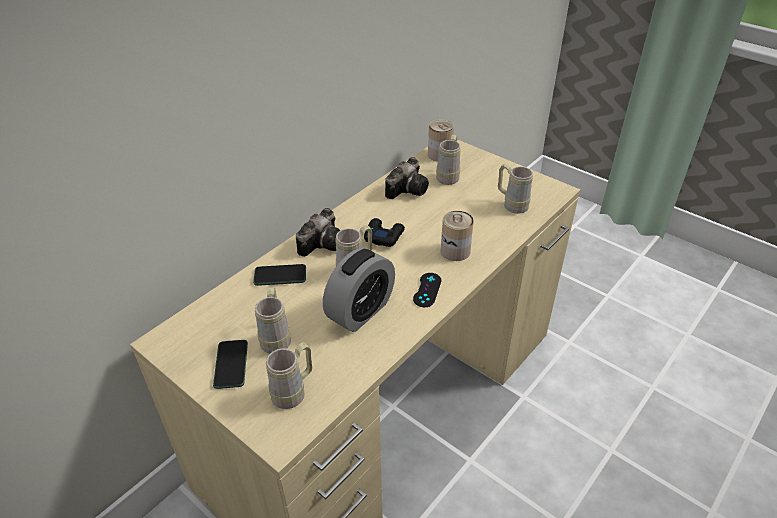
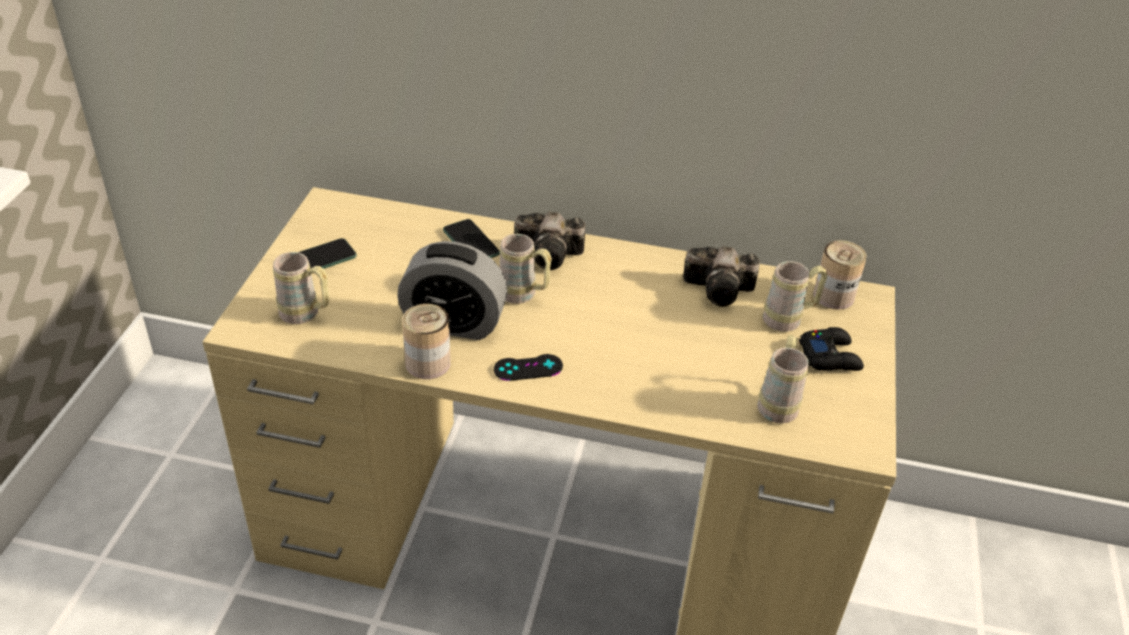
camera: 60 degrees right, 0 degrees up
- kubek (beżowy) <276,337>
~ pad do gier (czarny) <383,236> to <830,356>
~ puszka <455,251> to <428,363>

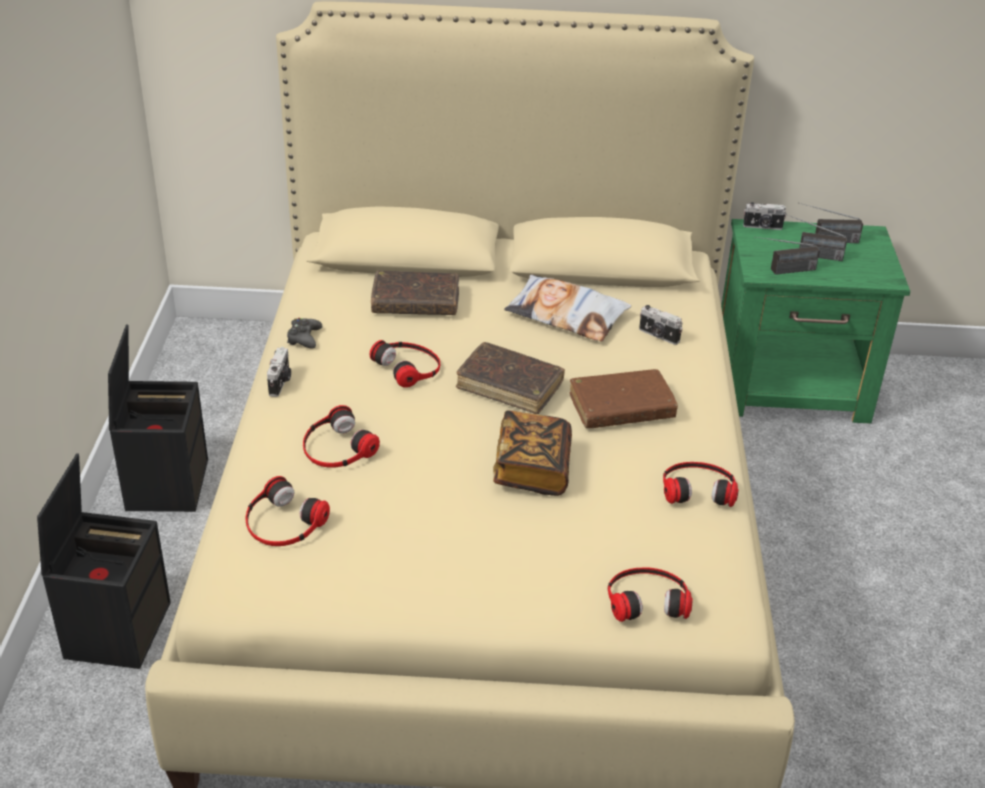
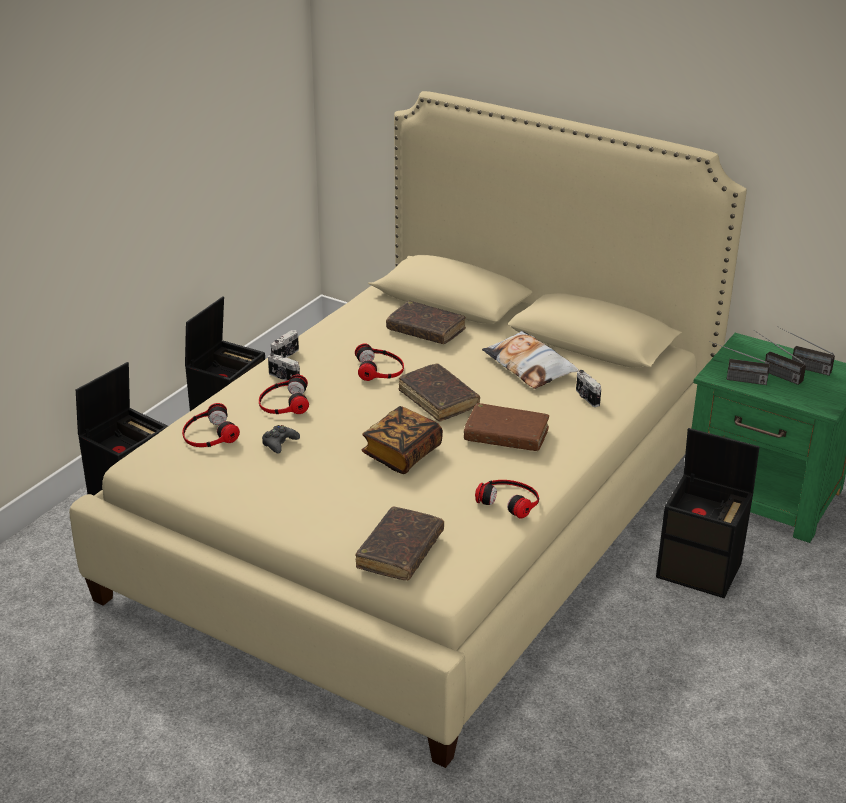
camera: 30 degrees right, 5 degrees down
~ pad do gier (czarny) <304,338> to <279,443>
~ słuchawki <646,598> to książka (brązowy) <400,552>
~ aparat fotograficzny <762,227> to <283,378>
+ pojemnik do przechowywania (czarny) <701,570>

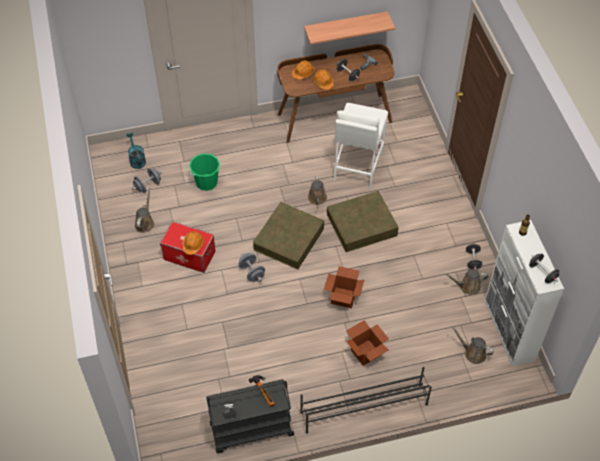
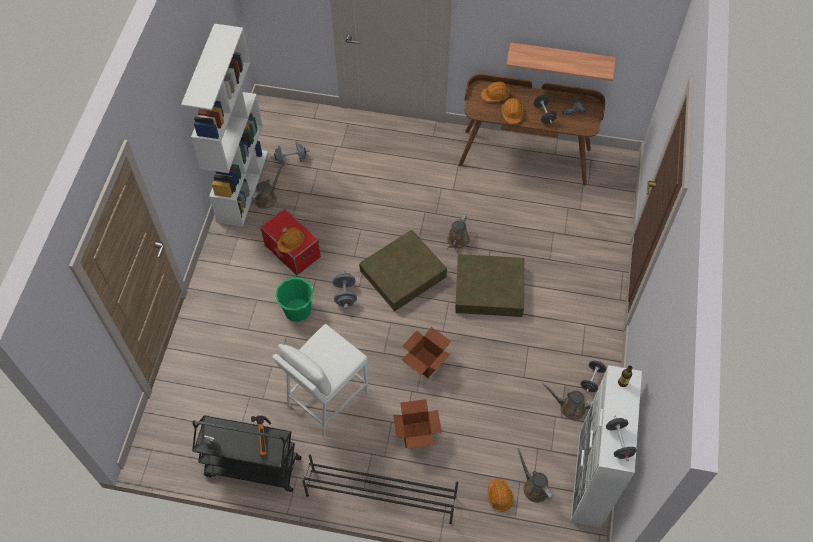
camera: 25 degrees right, 5 degrees up
- konewka (turkusowy) <136,159>
~ wiadro (zielony) <206,182> to <297,310>
~ stołek (biały) <357,166> to <327,398>
+ regał (biały) <242,186>
+ kask (pomarańczowy) <499,496>

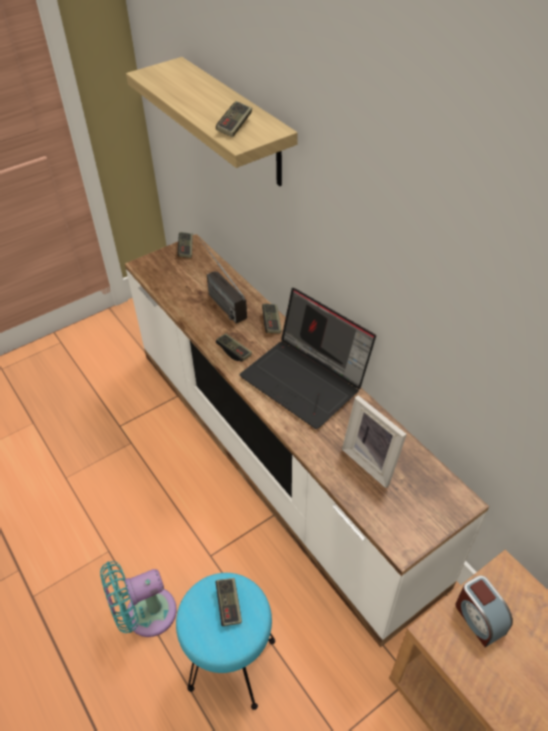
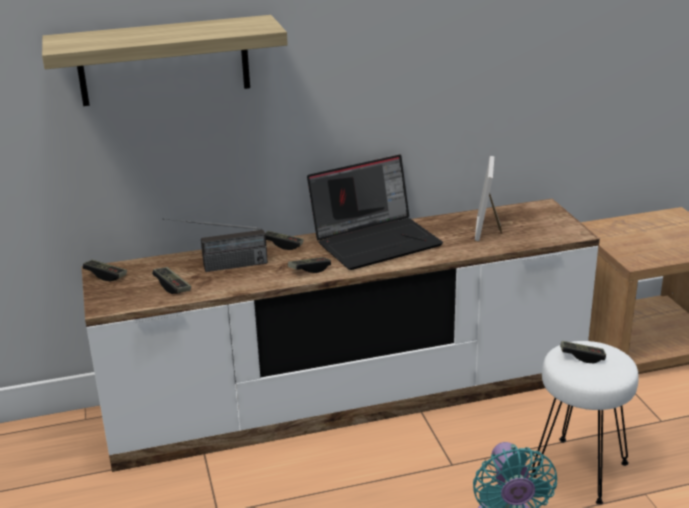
camera: 70 degrees left, 20 degrees down
~ stołek (turkusowy) <231,663> to stołek (biały) <578,471>
~ pad do gier <234,126> to <172,286>
~ ramka na zdjęcie <372,461> = <489,229> 120 degrees clockwise
- budzik <478,618>

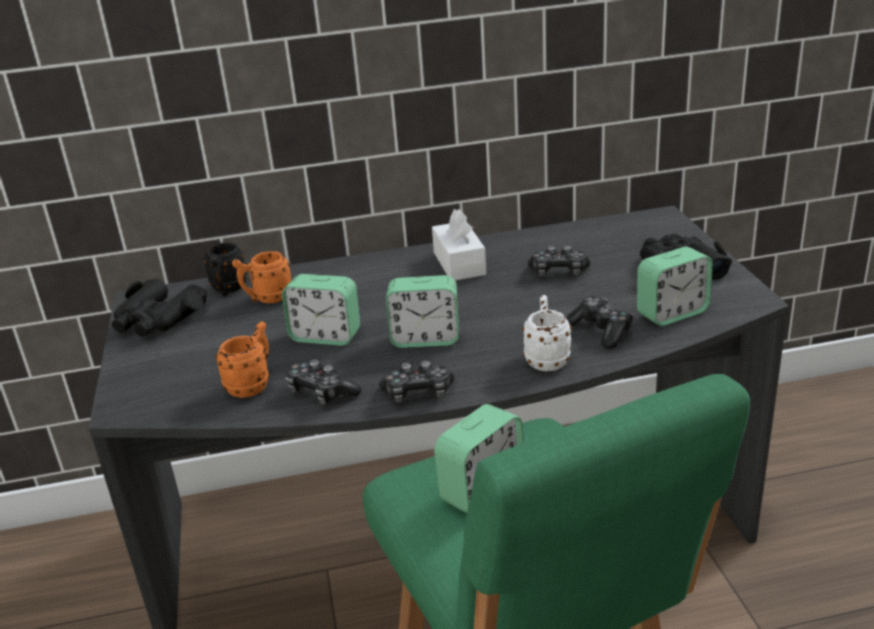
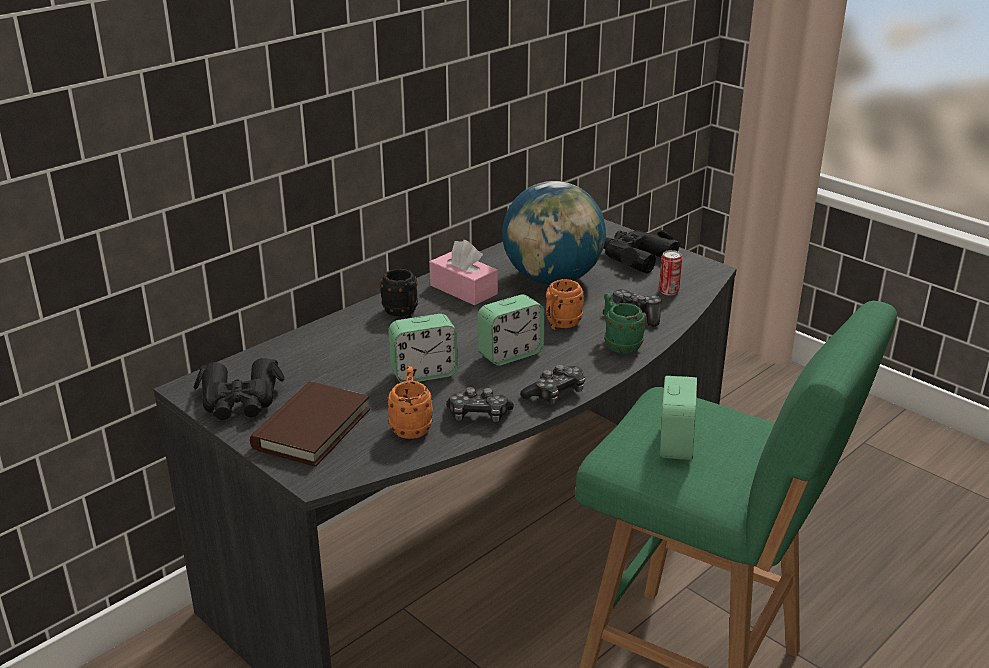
camera: 35 degrees left, 0 degrees up
~ kubek (czarny) <228,290> to <403,313>
~ kubek (pomarańczowy) <267,298> to <560,324>
~ pudełko chusteczek (biały) <459,263> to pudełko chusteczek (różowy) <463,290>
~ kubek (biały) <546,358> to kubek (zielony) <619,344>
~ pad do gier <559,272> to globus <552,279>
~ budzik <672,313> to puszka <668,291>
+ książka (brązowy) <312,428>

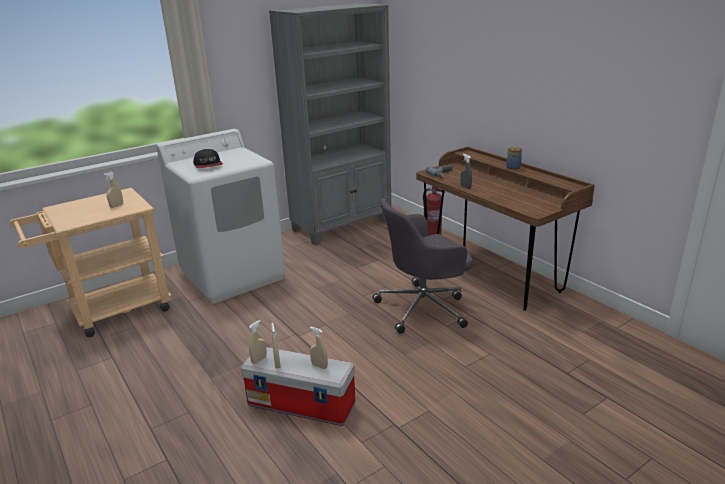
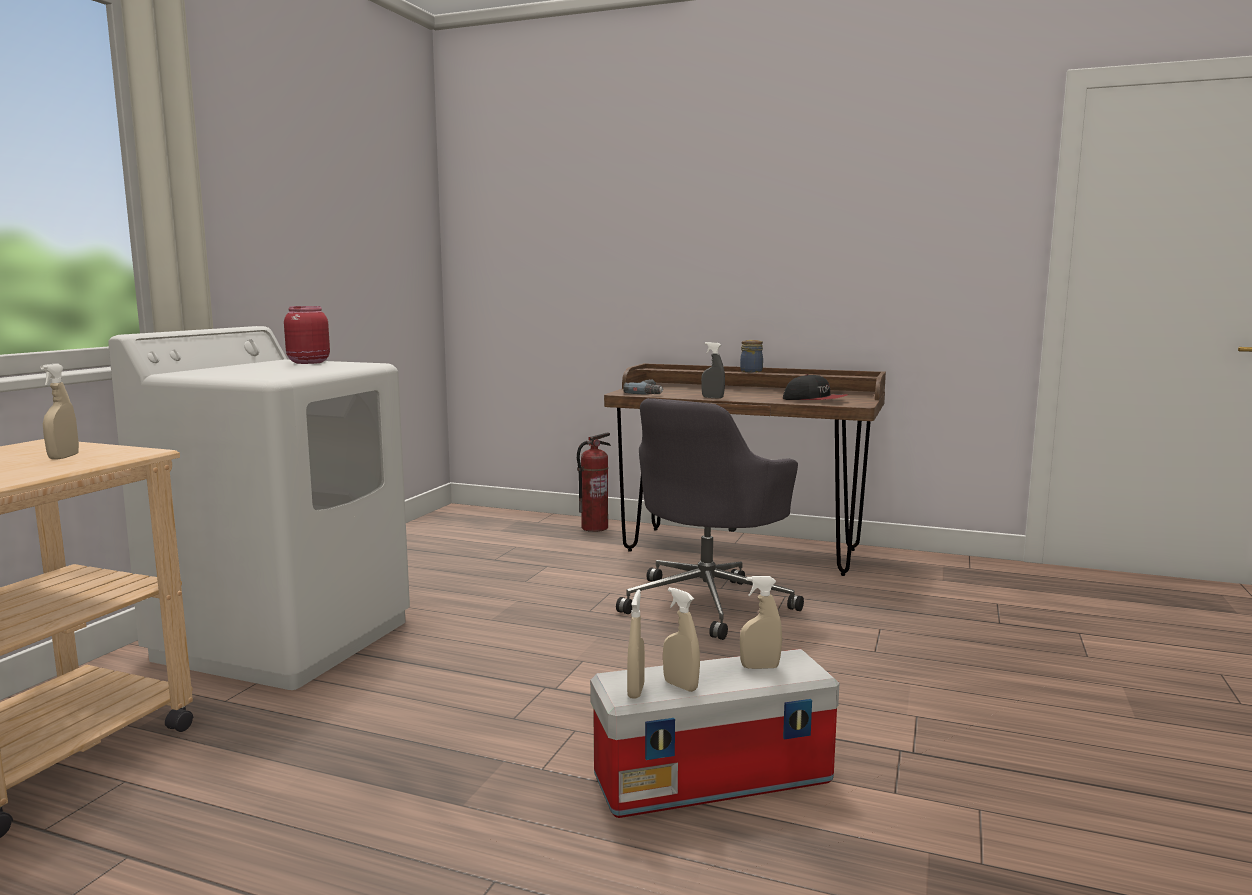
camera: 35 degrees left, 15 degrees down
~ czapka z daszkiem <208,165> to <815,400>
- regał (szary) <342,225>
+ słoik (czerwony) <307,362>

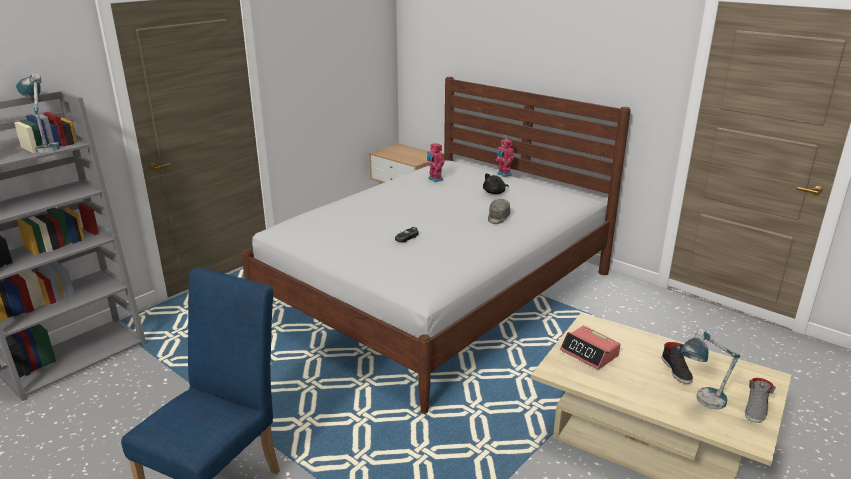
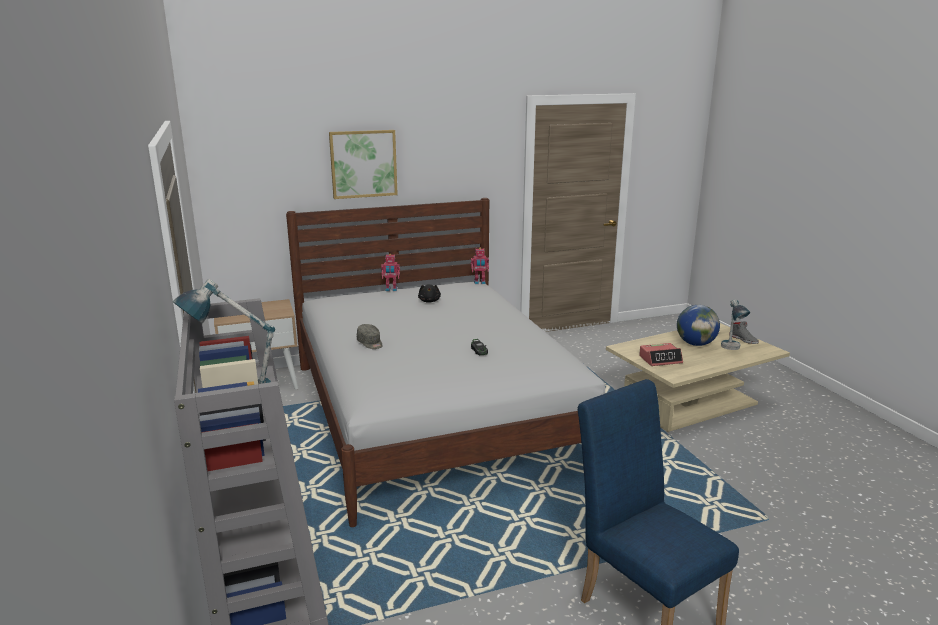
camera: 60 degrees left, 5 degrees down
~ robot zabawkowy <435,179> to <479,283>
~ czapka z daszkiem (szary) <498,218> to <370,343>
~ but (czarny) <676,370> to globus <695,344>
+ obraz <363,164>

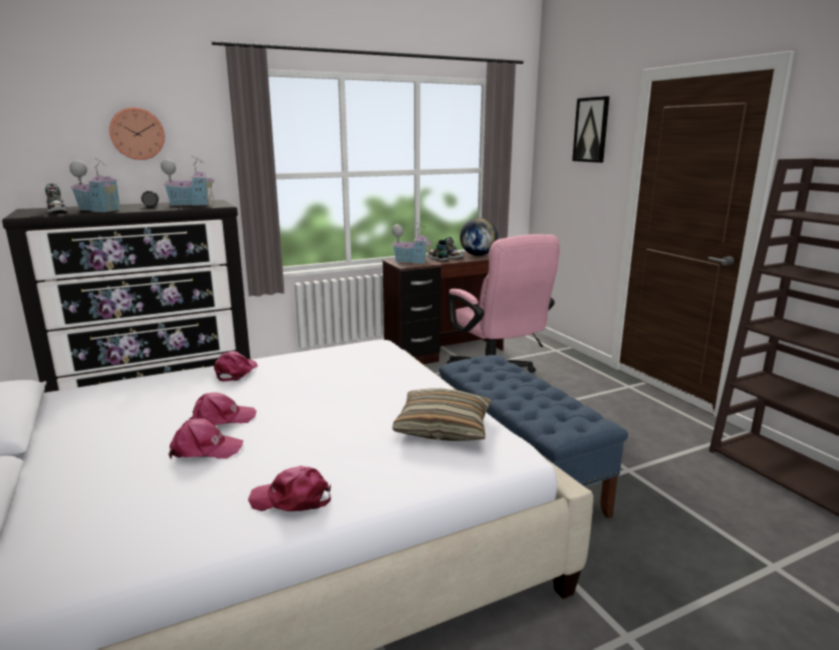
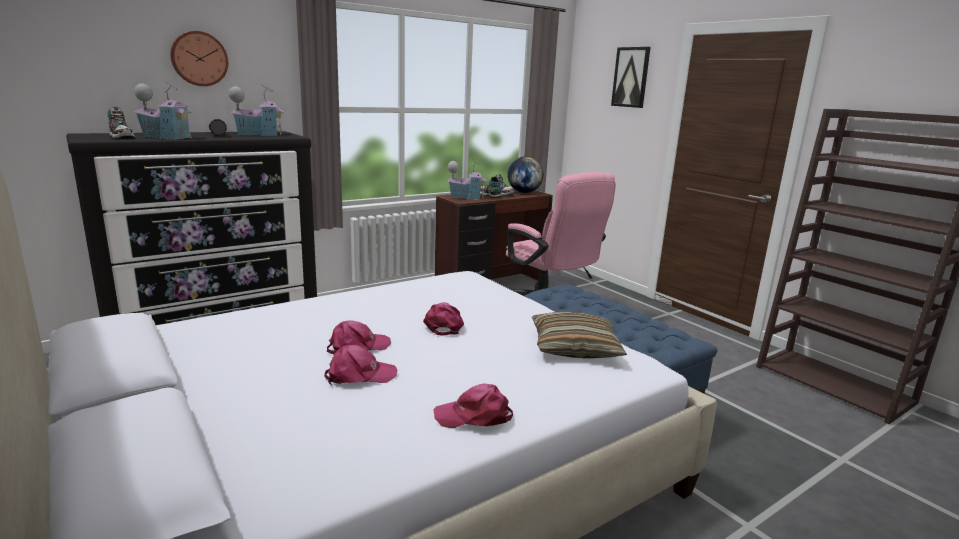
camera: 10 degrees left, 0 degrees up
~ czapka z daszkiem (różowy) <236,372> to <444,325>

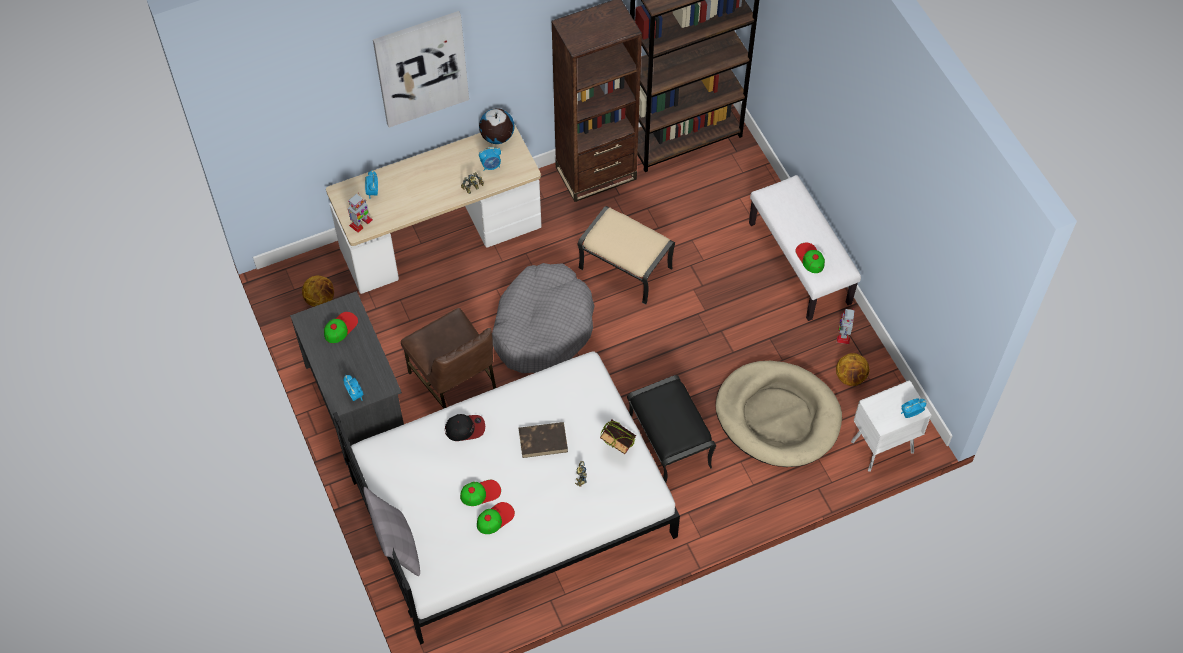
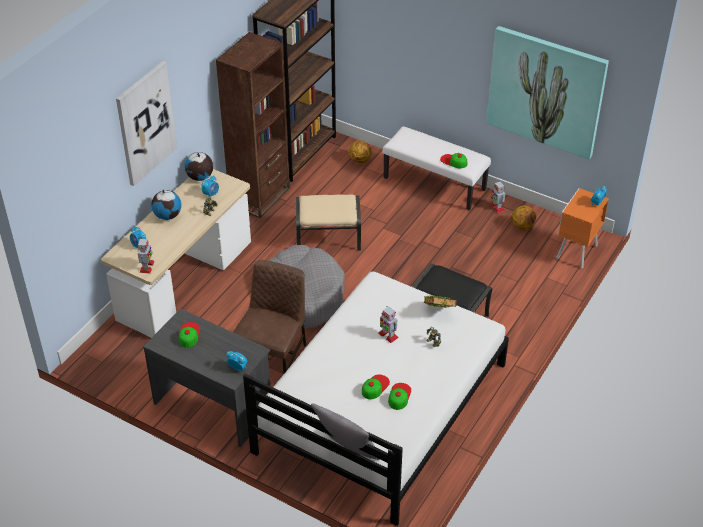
camera: 35 degrees left, 15 degrees down
~ piłka do koszykówki <320,299> to <360,160>
~ krzesło (brązowy) <454,383> = <273,357> 90 degrees counterclockwise
- czapka z daszkiem <465,428>
~ książka (brązowy) <543,440> to robot zabawkowy <388,335>
- legowisko (beżowy) <777,416>
~ szafka nocna (biały) <880,447> to szafka nocna (pomarańczowy) <576,253>
+ globus <168,215>
+ obraz <546,91>

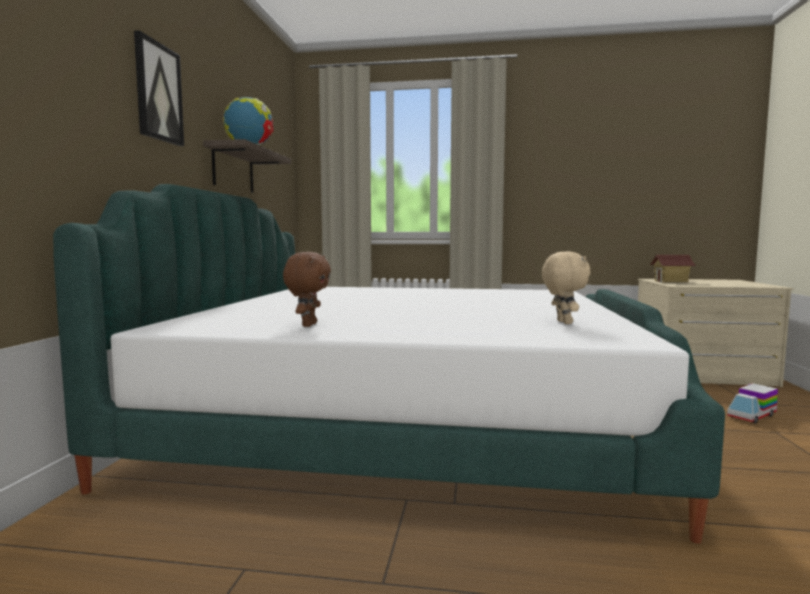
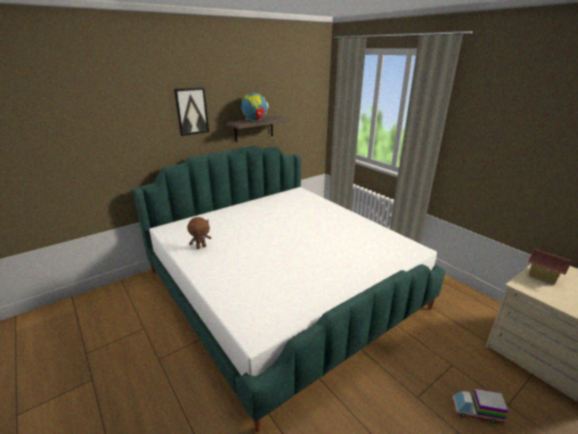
camera: 45 degrees right, 20 degrees up
- pluszak (beżowy) <563,322>

